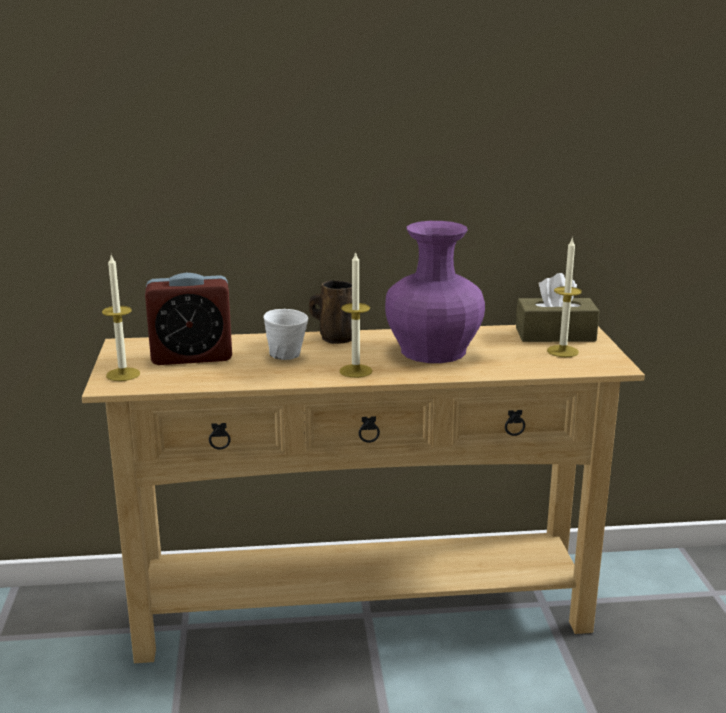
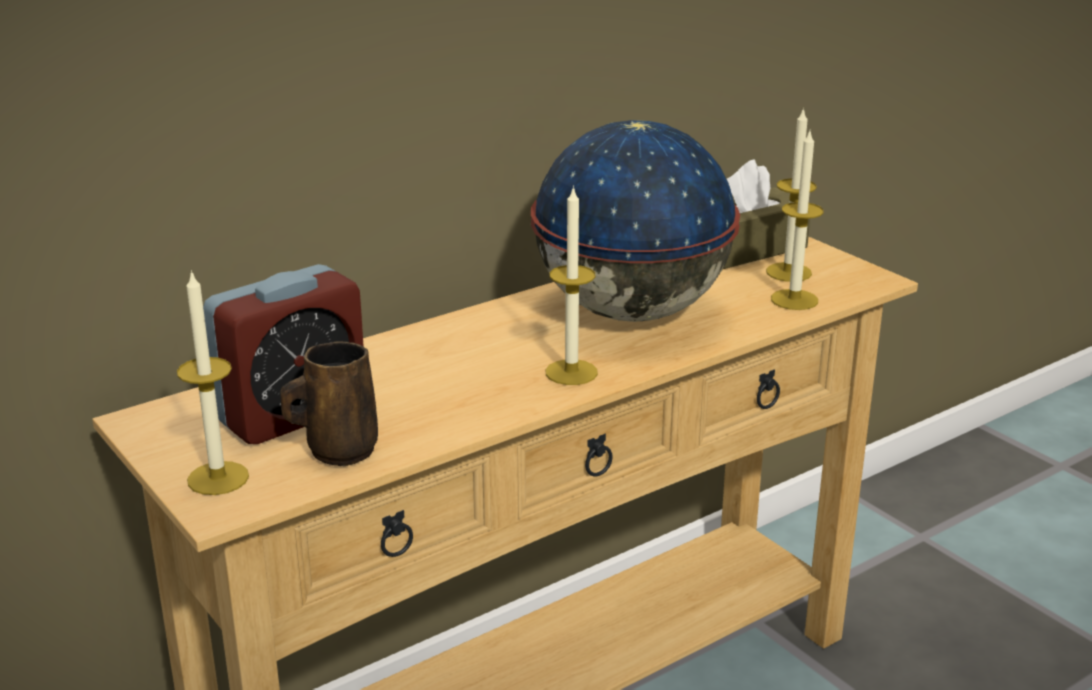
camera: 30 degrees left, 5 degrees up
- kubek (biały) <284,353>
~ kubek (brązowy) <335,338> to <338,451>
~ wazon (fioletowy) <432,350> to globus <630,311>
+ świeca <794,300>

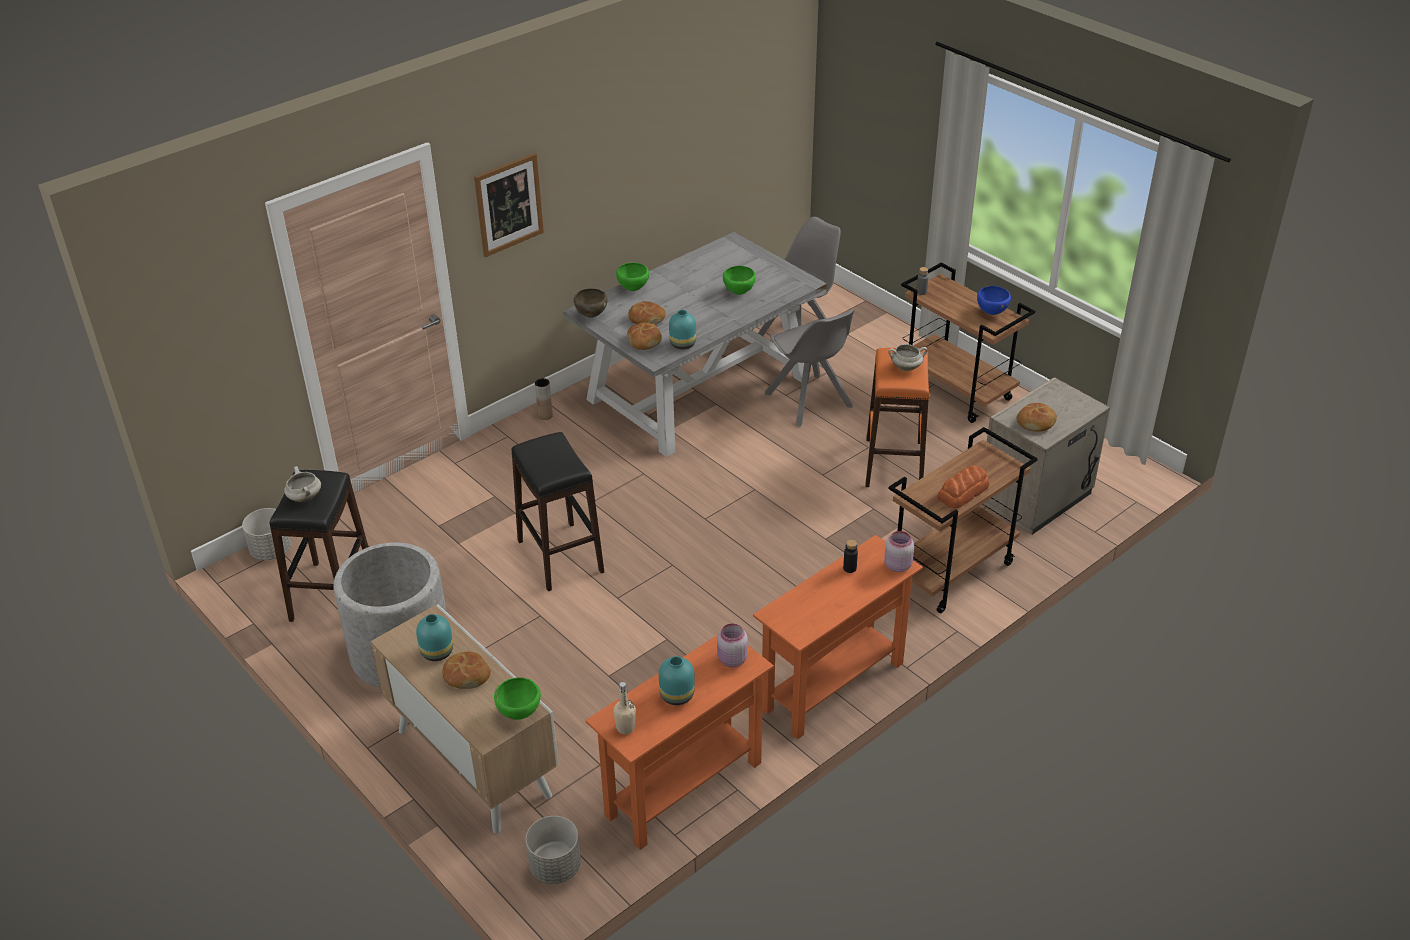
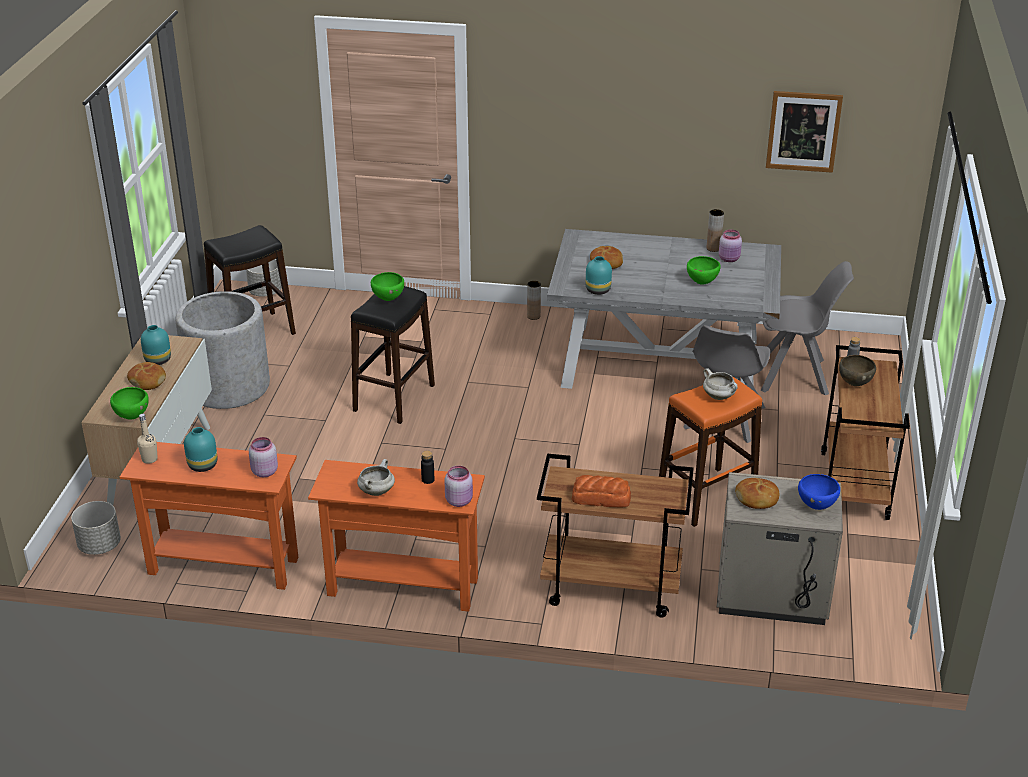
camera: 50 degrees right, 5 degrees down
~ garnek (biały) <304,497> to <376,491>
~ obraz <509,204> to <803,131>
~ miska (brązowy) <591,315> to <854,384>
~ miska (zielony) <633,289> to <388,299>
- chleb <644,341>
~ miska (niebieski) <991,313> to <816,506>
+ wazon (brązowy) <713,248>
+ słoik (różowy) <729,259>

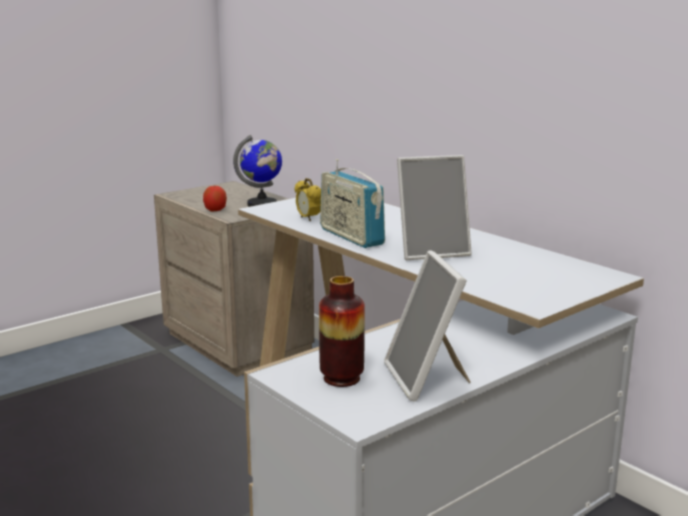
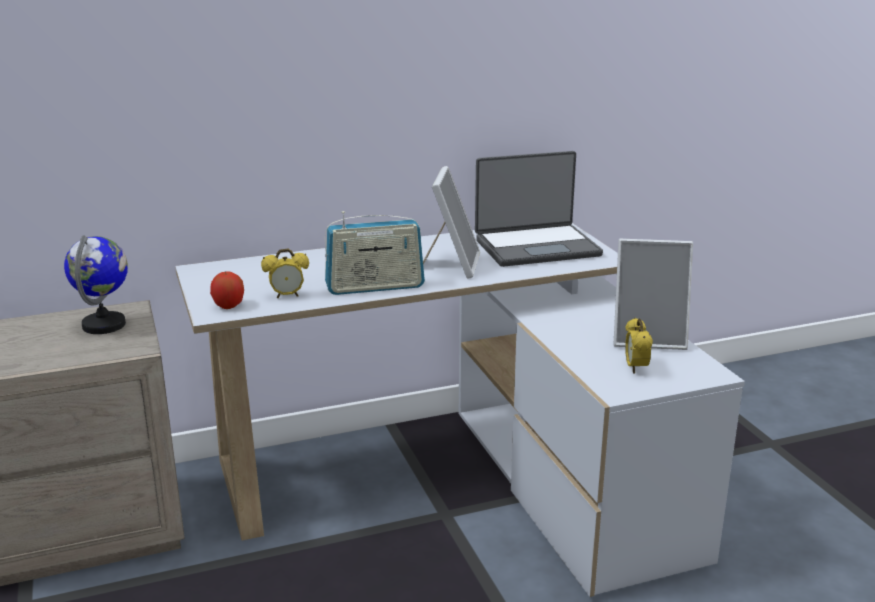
camera: 70 degrees left, 5 degrees up
~ jabłko <215,210> to <228,306>
~ wazon <341,378> to budzik <635,368>
+ laptop <536,247>

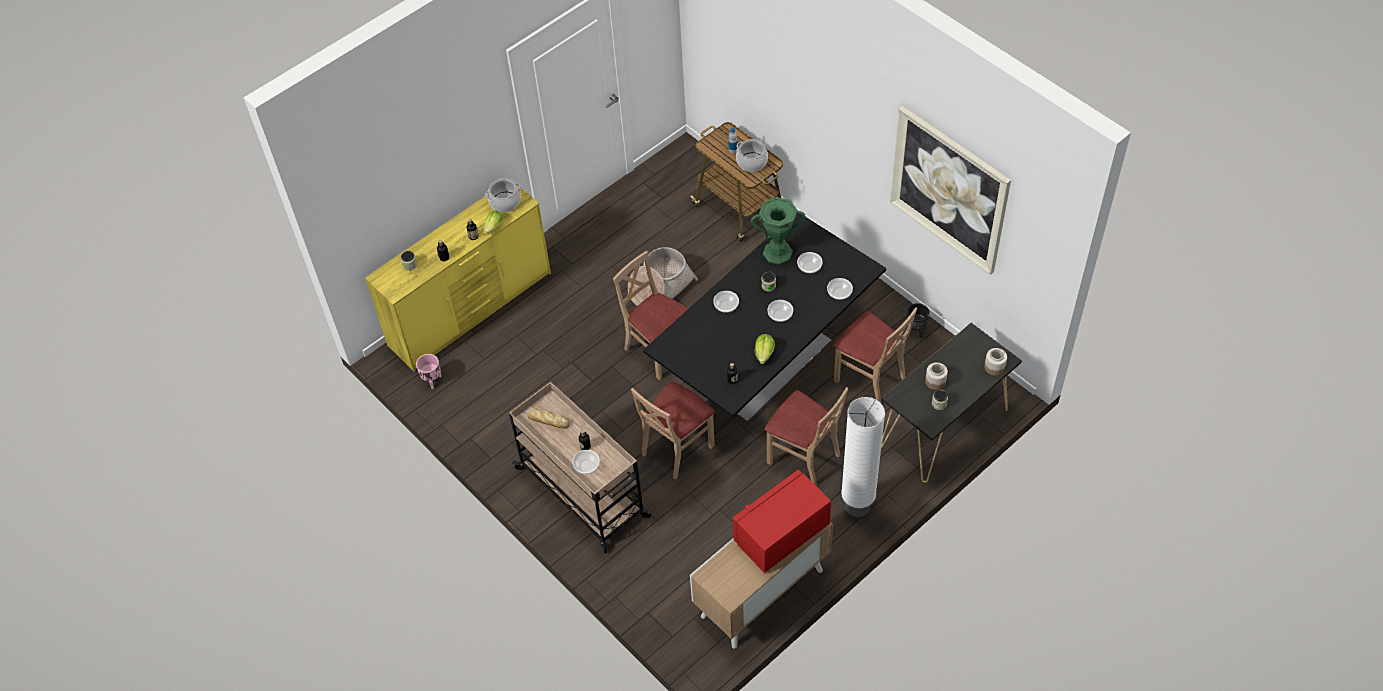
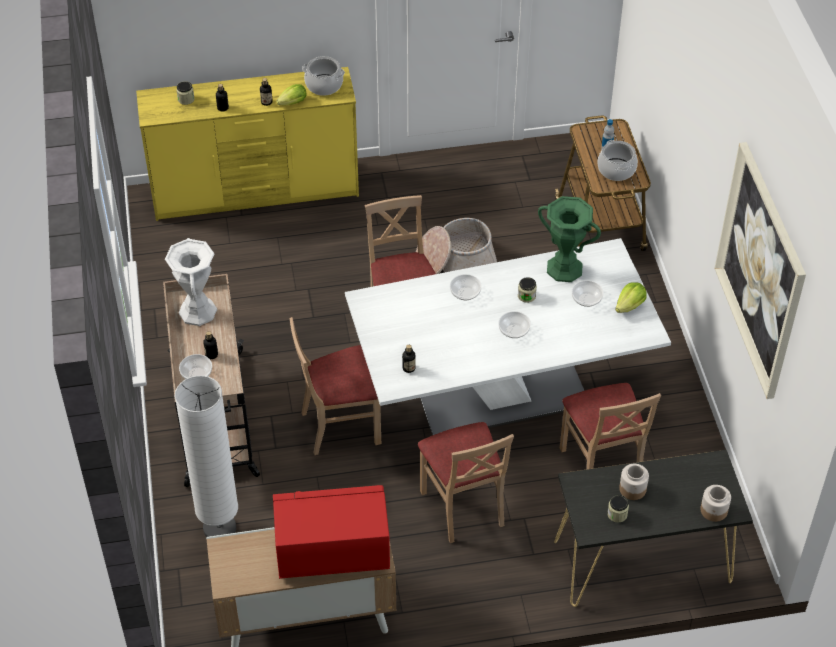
camera: 30 degrees right, 5 degrees down
- donica (różowy) <432,380>
~ chleb <547,421> to wazon (biały) <197,311>
~ stół jadalny (czarny) <766,365> to stół jadalny (biały) <501,394>
~ sałata <764,353> to <630,306>
- miska <839,293>
~ lampa stojąca (biały) <857,508> to <219,529>
- donica (czarny) <916,330>

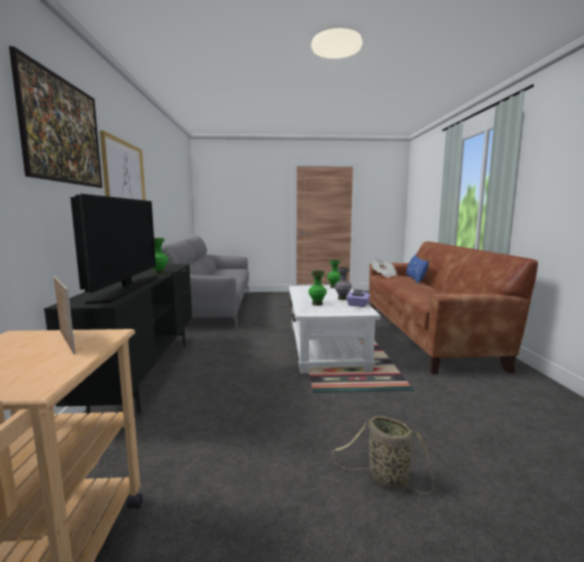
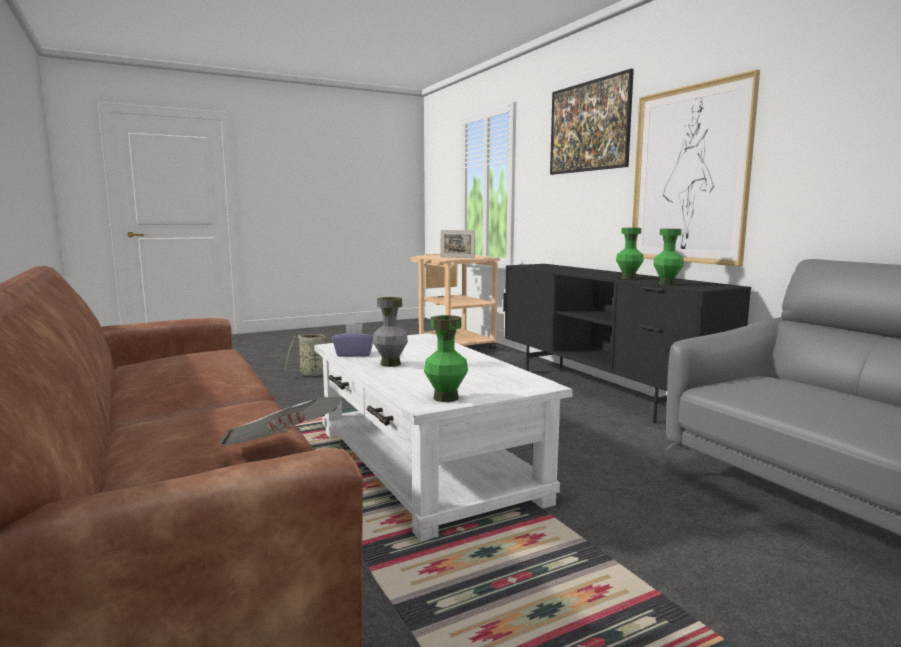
camera: 155 degrees right, 0 degrees up
- telewizor <127,289>
~ wazon (zielony) <317,304> to <667,283>
- poduszka (niebieski) <415,279>

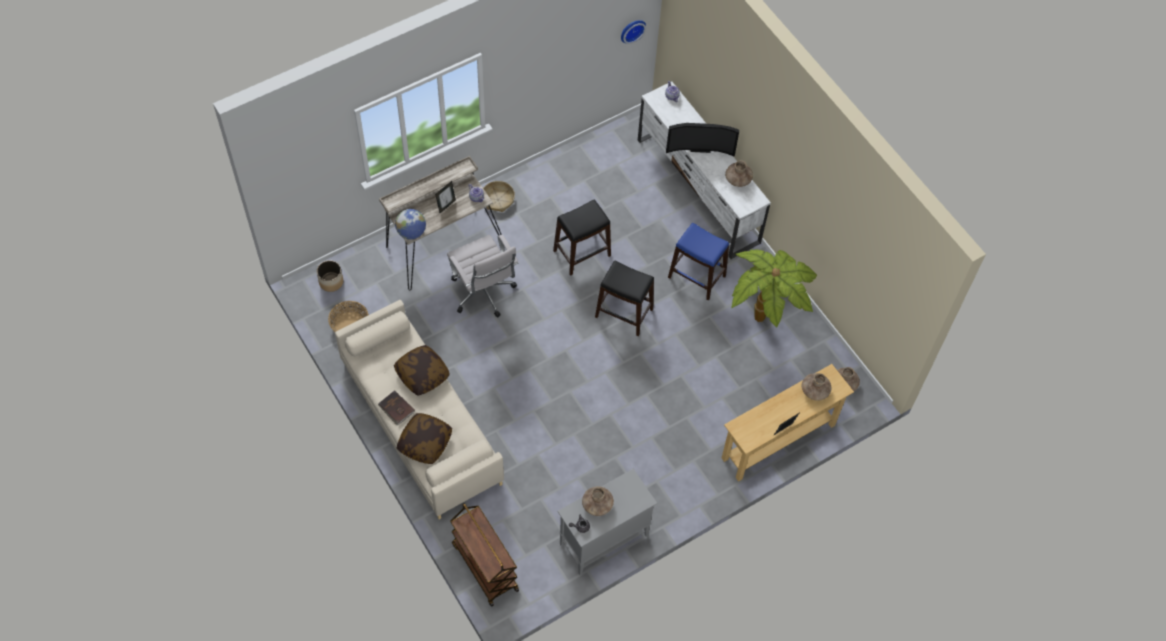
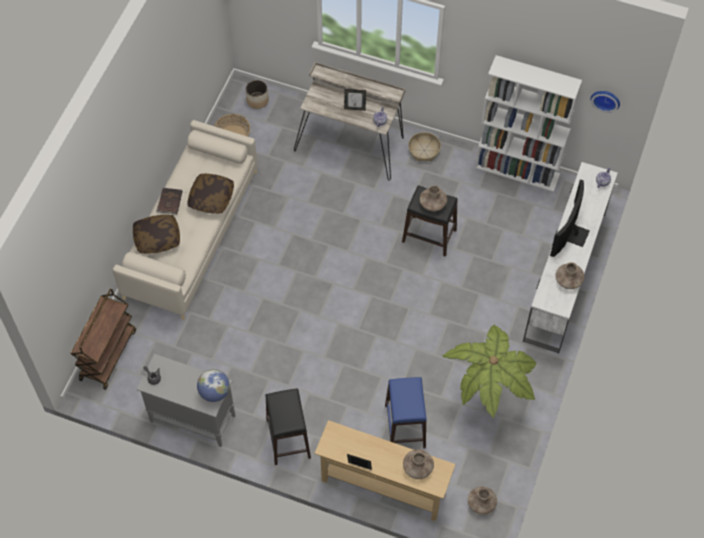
camera: 55 degrees right, 0 degrees up
~ globus <411,232> to <214,392>
- krzesło biurowe (biały) <484,294>
~ wazon (brązowy) <597,504> to <433,203>
~ stołek (czarny) <624,313> to <288,439>
~ telewizor <700,147> = <572,233> 60 degrees clockwise
~ stołek (niebieski) <696,276> to <405,426>
+ regał (biały) <518,170>

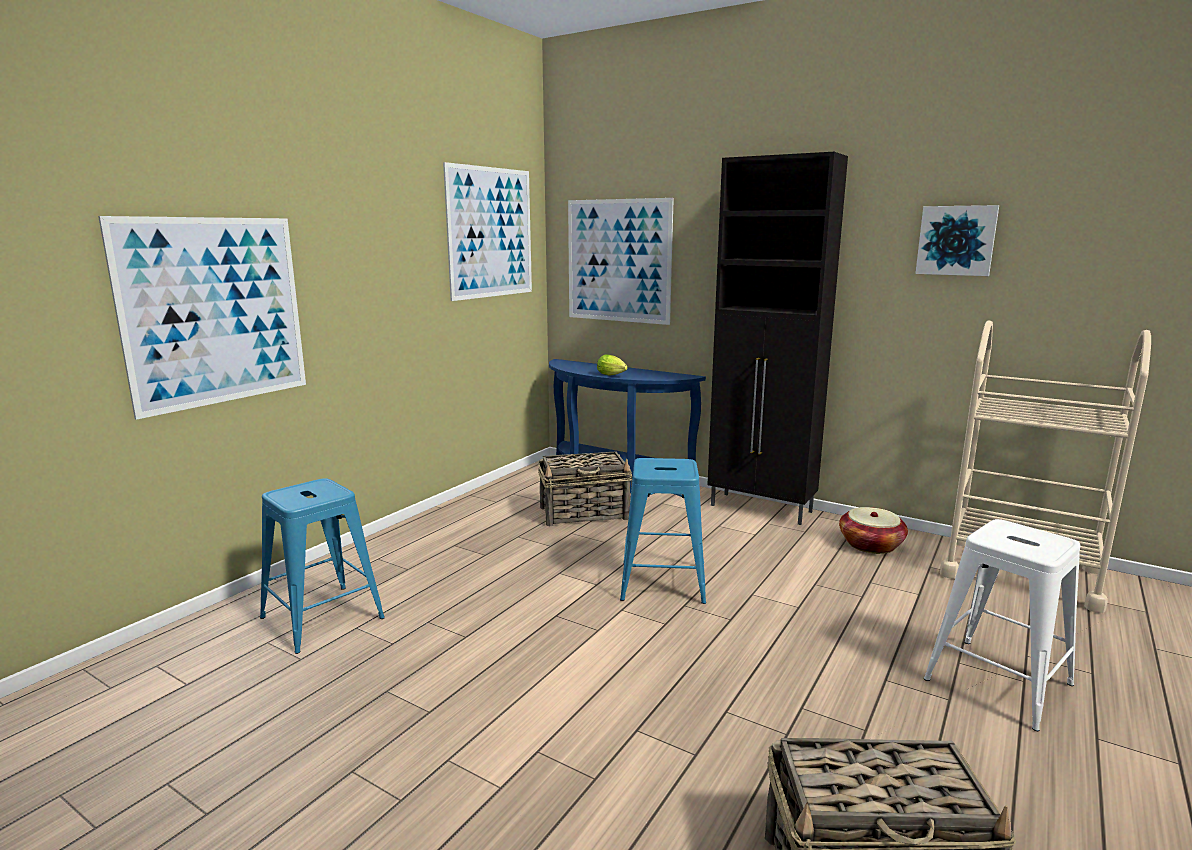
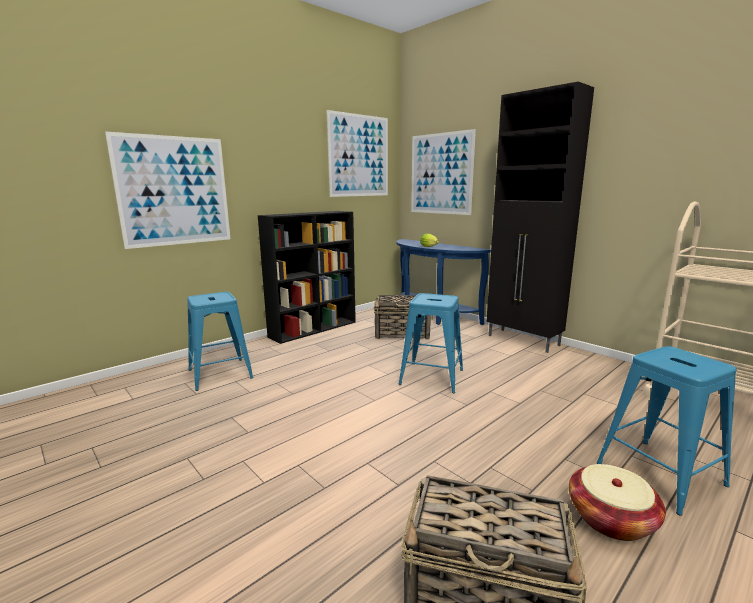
camera: 15 degrees right, 0 degrees up
~ koszyk <870,545> to <611,519>
- obraz <956,240>
~ stołek (biały) <997,682> to stołek (niebieski) <659,474>
+ regał (czarny) <314,329>

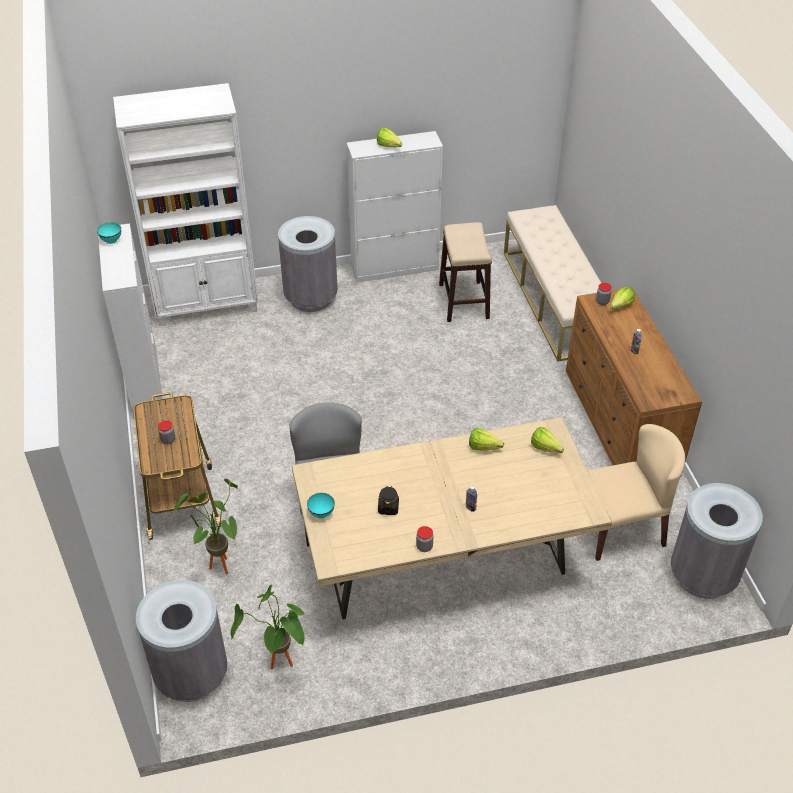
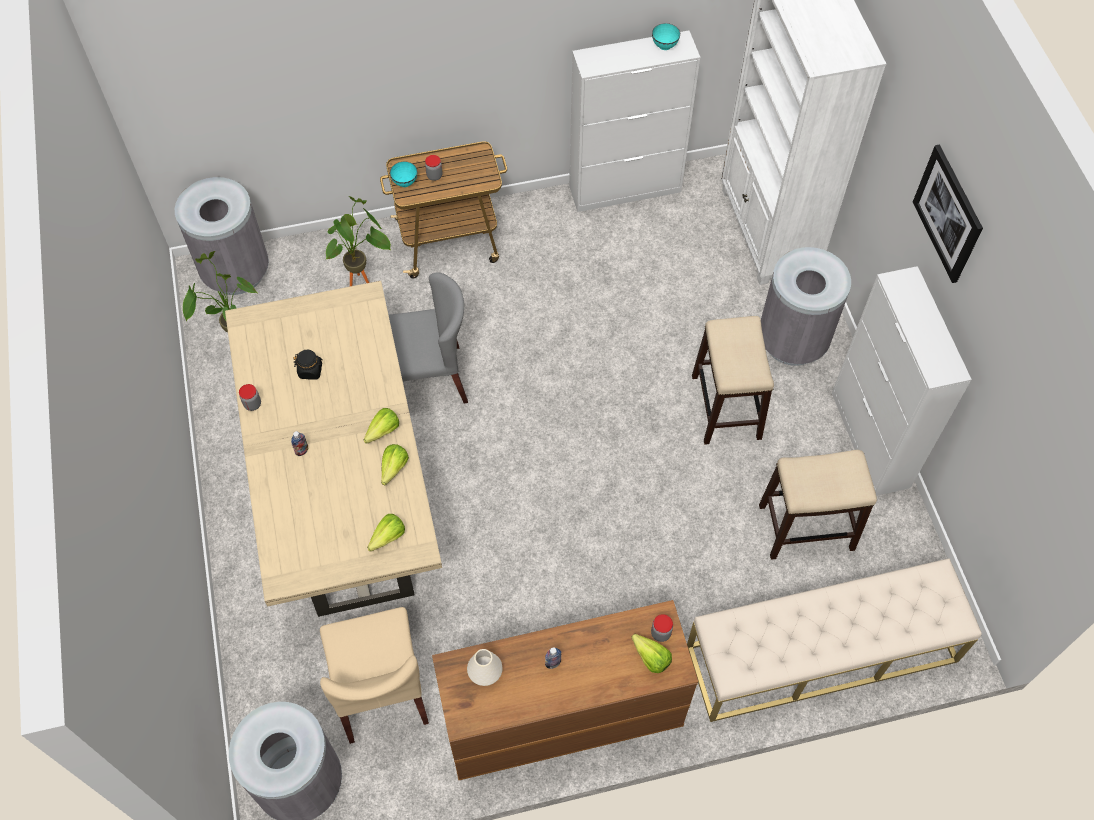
camera: 90 degrees right, 15 degrees up
~ miska (turkusowy) <321,513> to <405,182>
~ sałata <390,147> to <380,433>
+ wazon (biały) <485,672>
+ stołek <726,408>
+ obraz <948,213>

